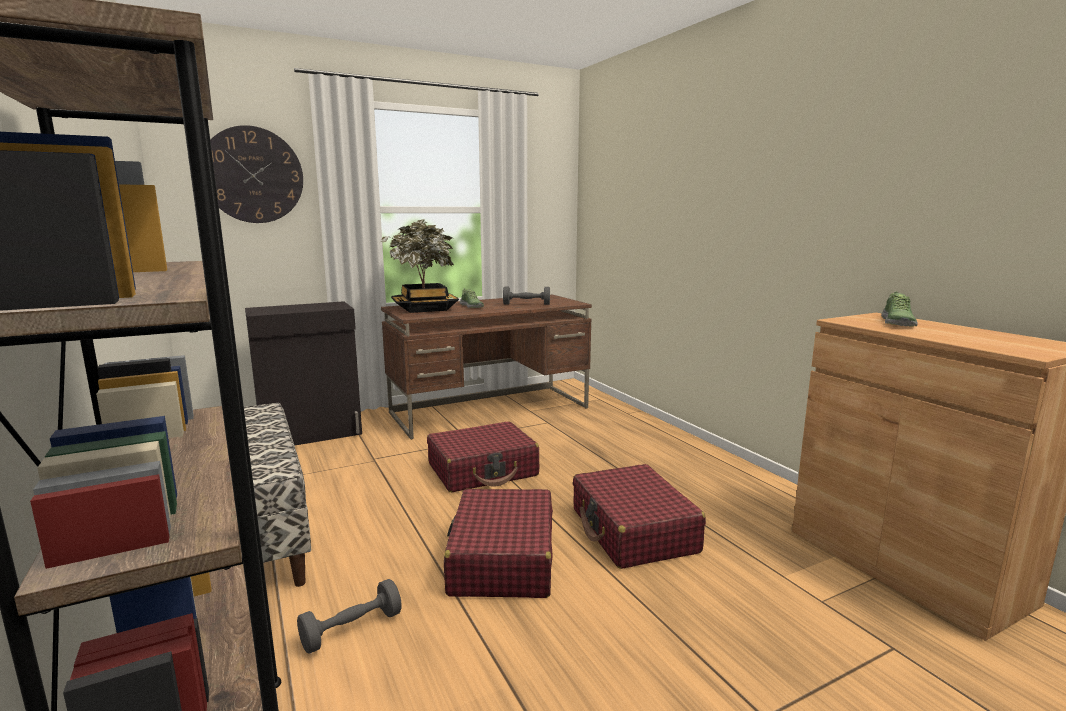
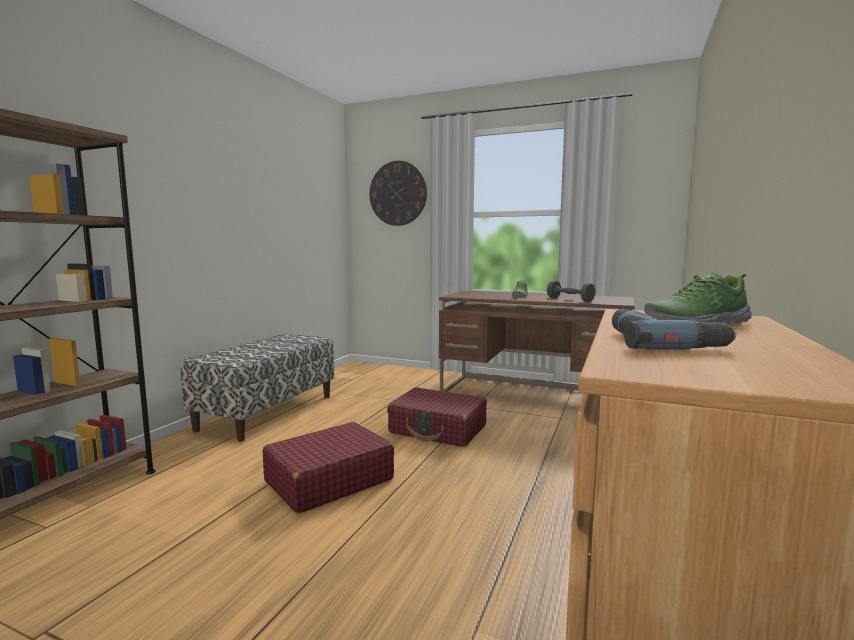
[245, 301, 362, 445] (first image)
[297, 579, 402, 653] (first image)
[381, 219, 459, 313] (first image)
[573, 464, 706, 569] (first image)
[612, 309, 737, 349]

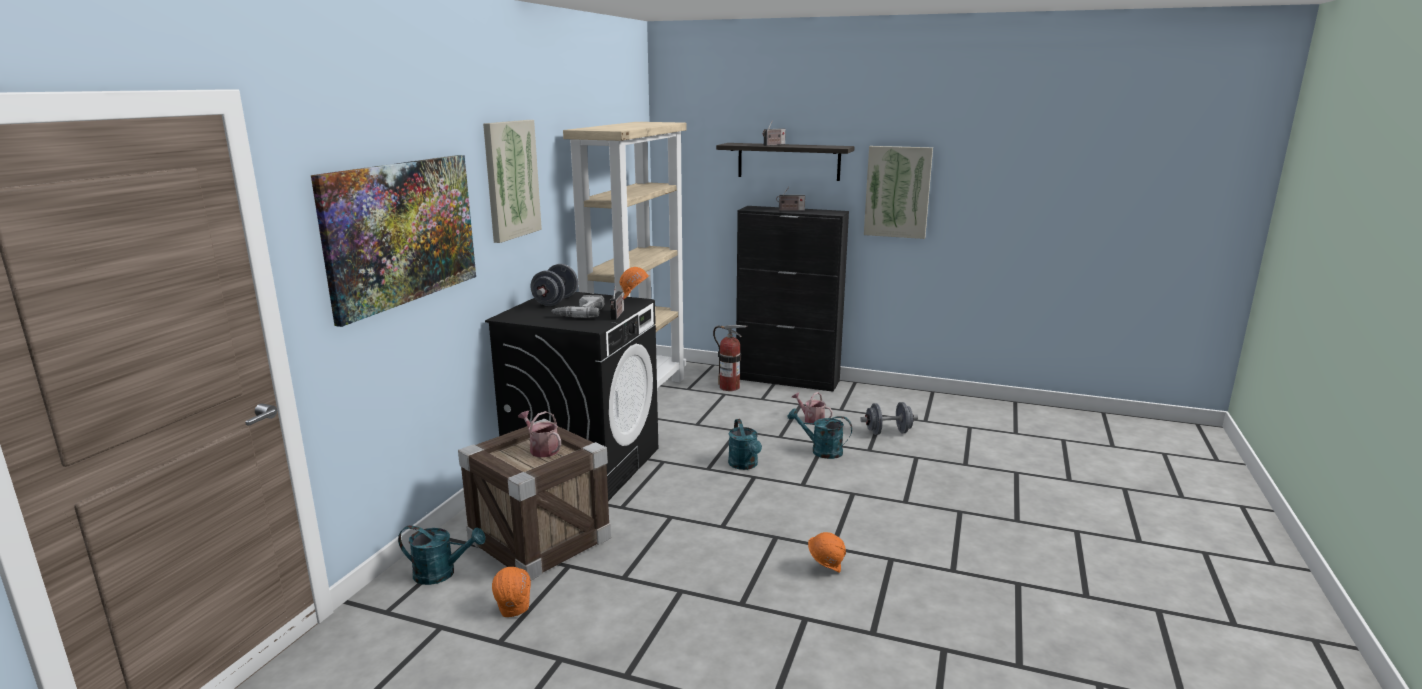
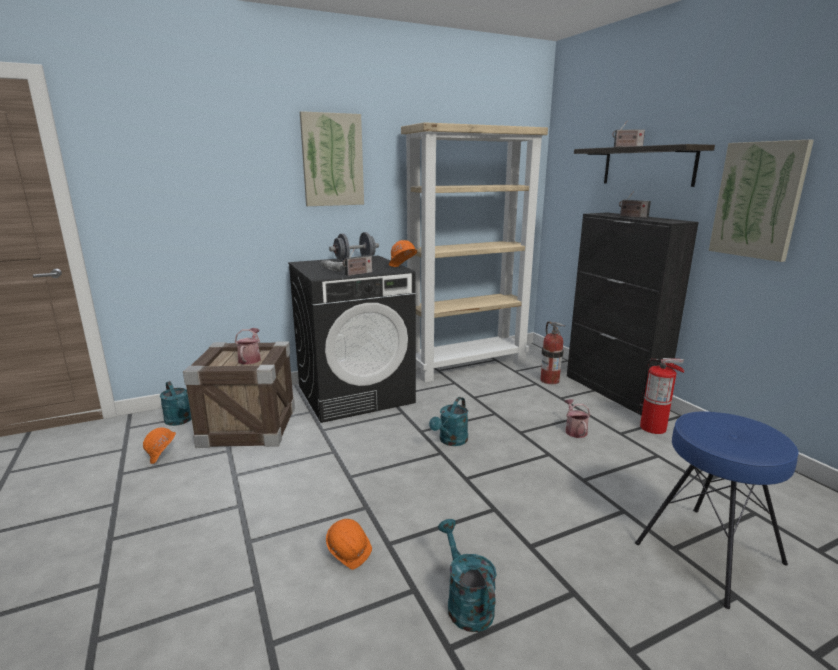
[311, 155, 476, 327] (first image)
[438, 519, 497, 632]
[860, 402, 918, 435] (first image)
[635, 411, 798, 609]
[637, 358, 684, 434]

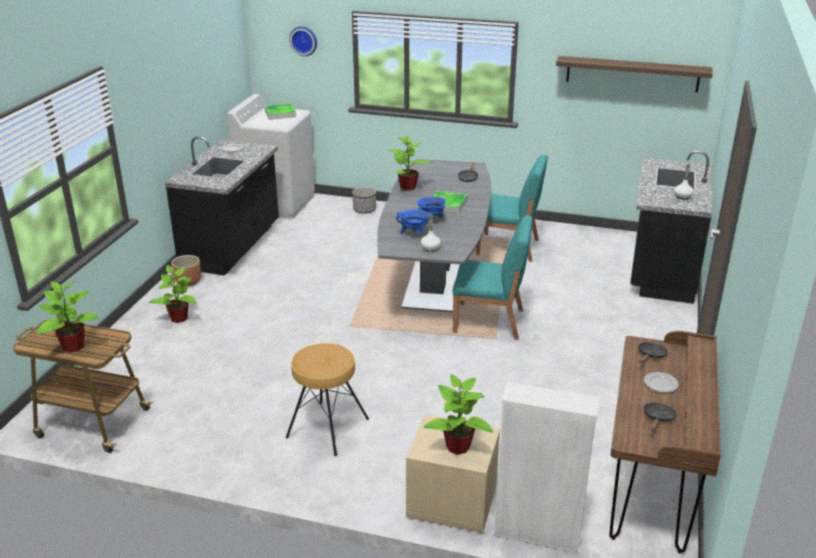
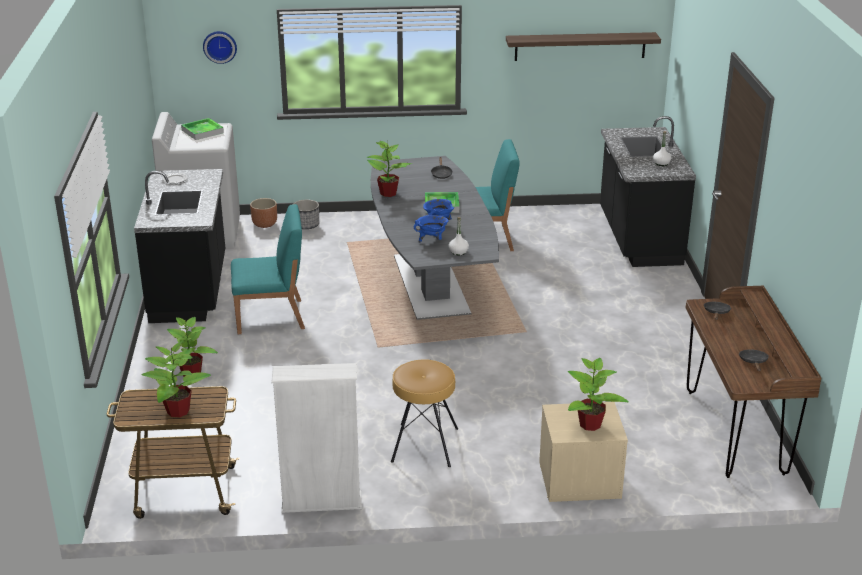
[250, 198, 277, 228]
[231, 204, 305, 334]
[272, 363, 362, 513]
[644, 372, 679, 393] (first image)

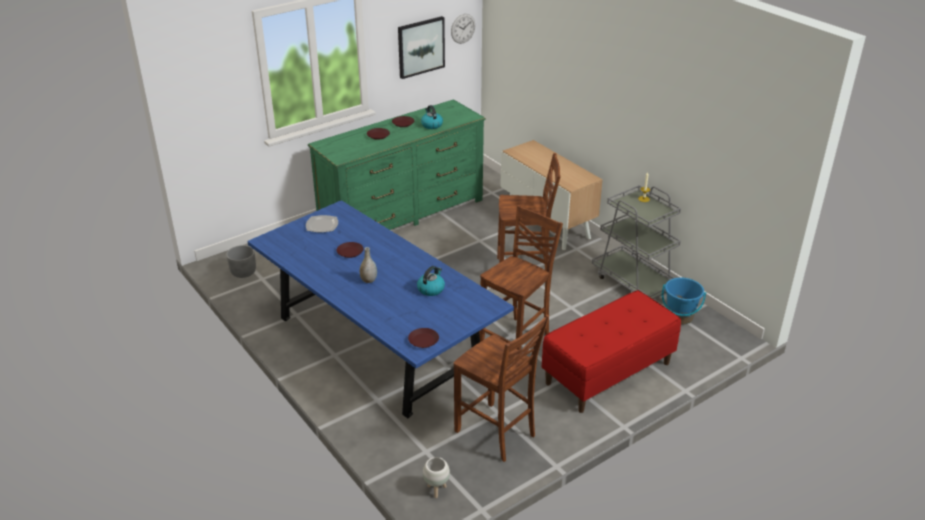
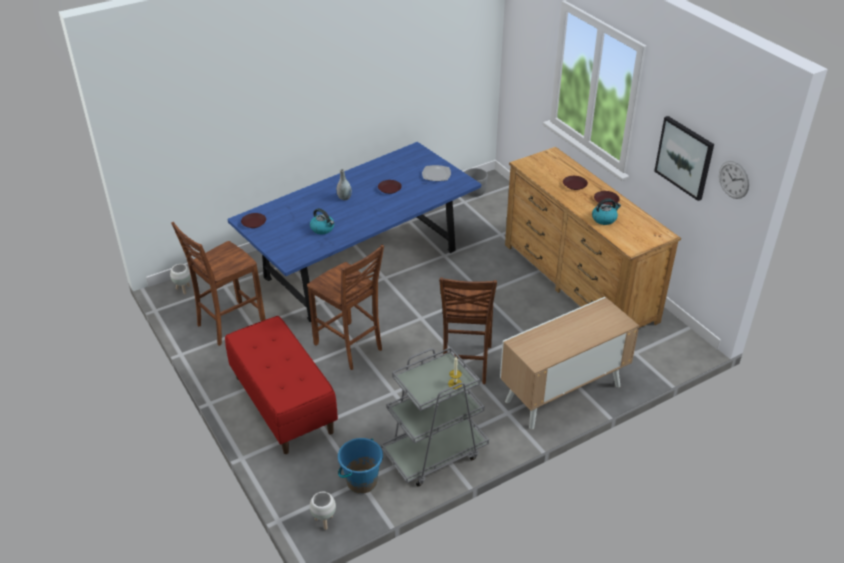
[505, 147, 681, 328]
[310, 492, 336, 530]

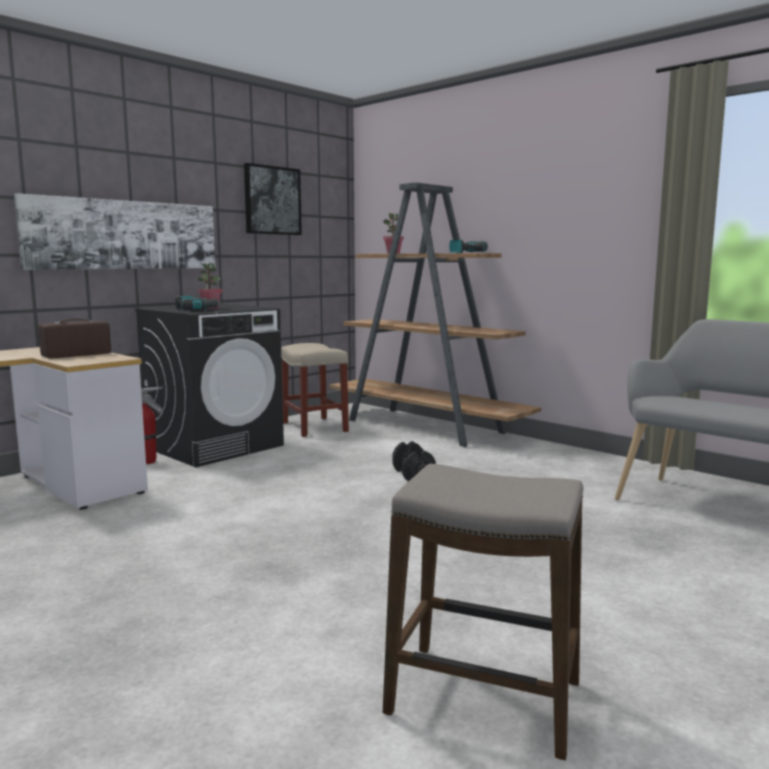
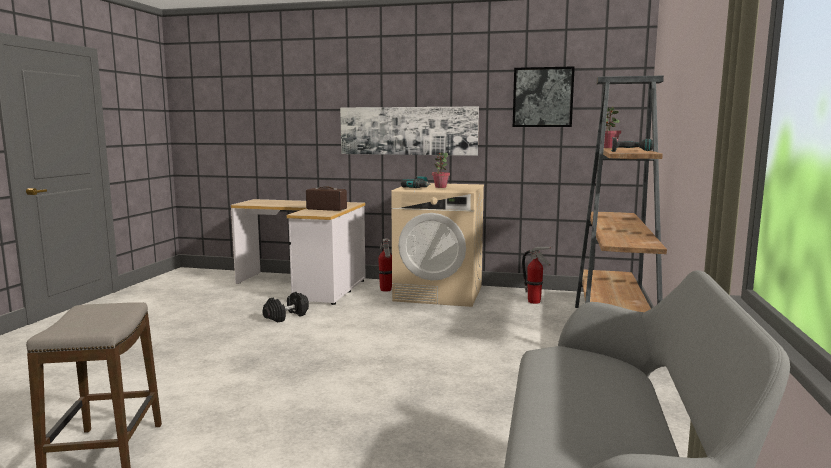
[391, 183, 484, 307]
[522, 247, 552, 304]
[263, 292, 309, 322]

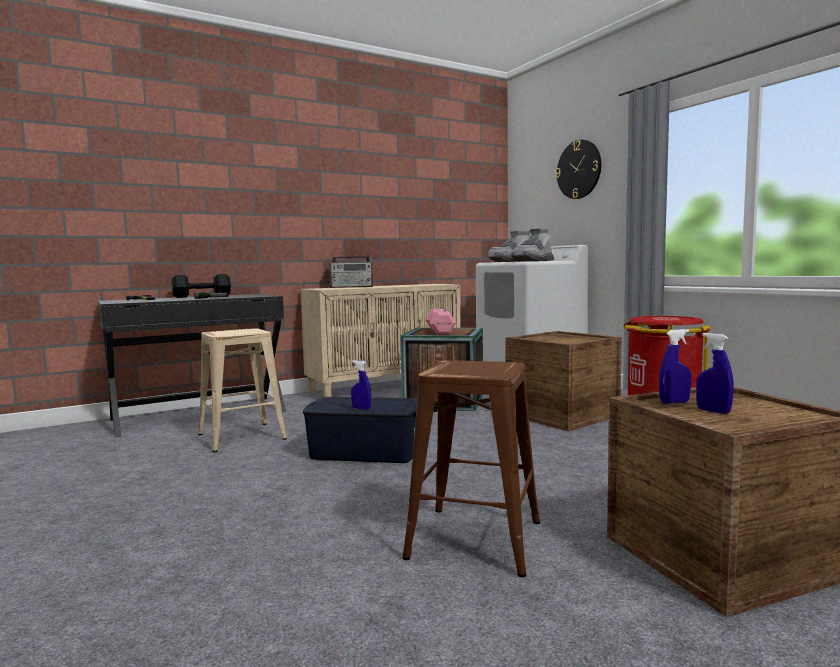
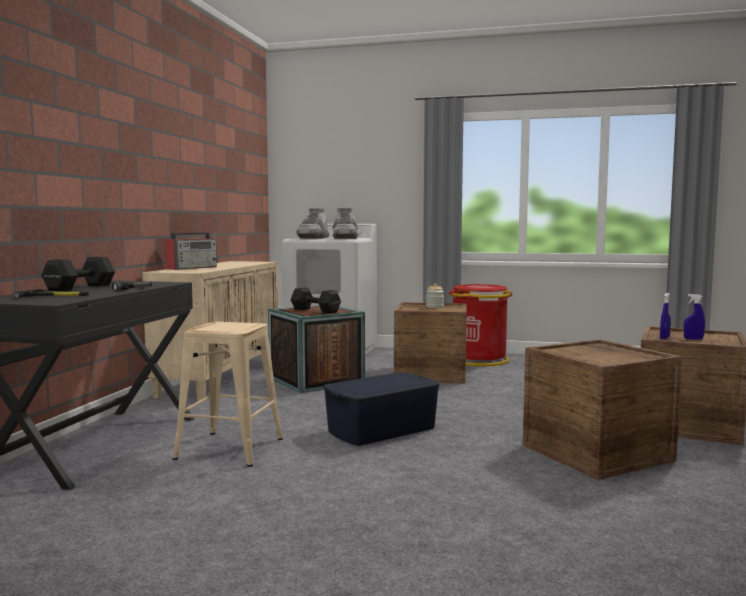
[351, 360, 371, 410] (first image)
[523, 339, 682, 480]
[290, 288, 341, 314]
[556, 140, 601, 199] (first image)
[426, 284, 444, 308]

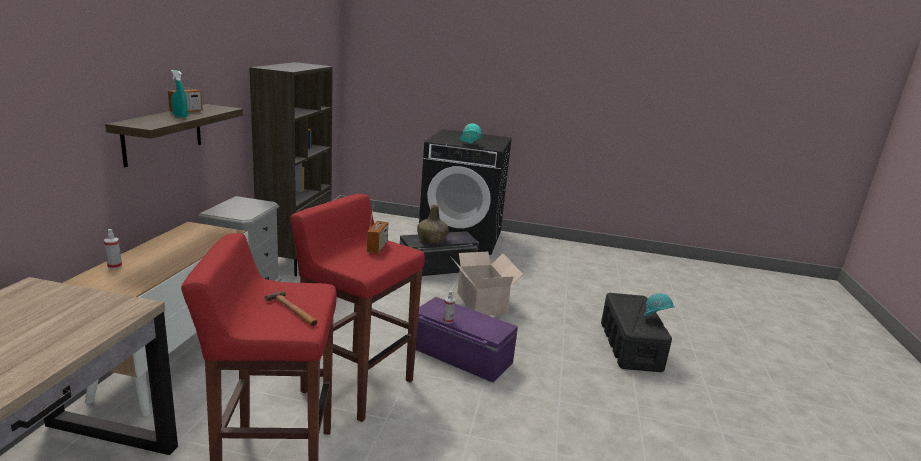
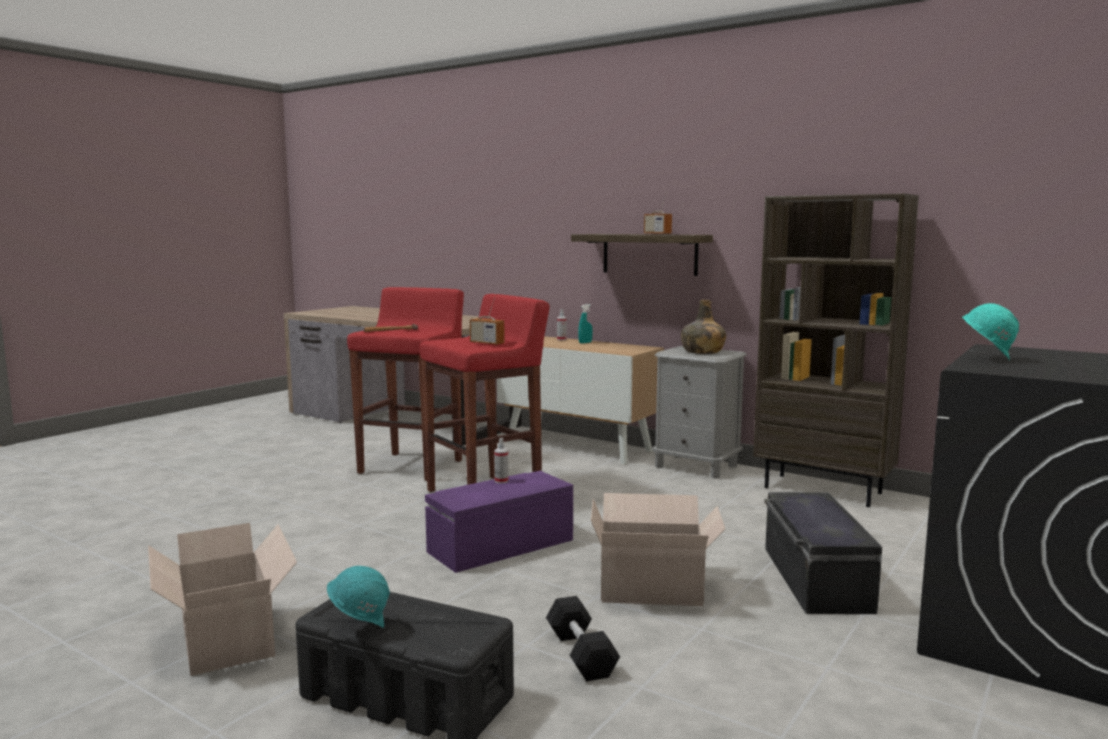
[578, 304, 592, 343]
[681, 300, 726, 354]
[148, 523, 297, 676]
[546, 596, 620, 682]

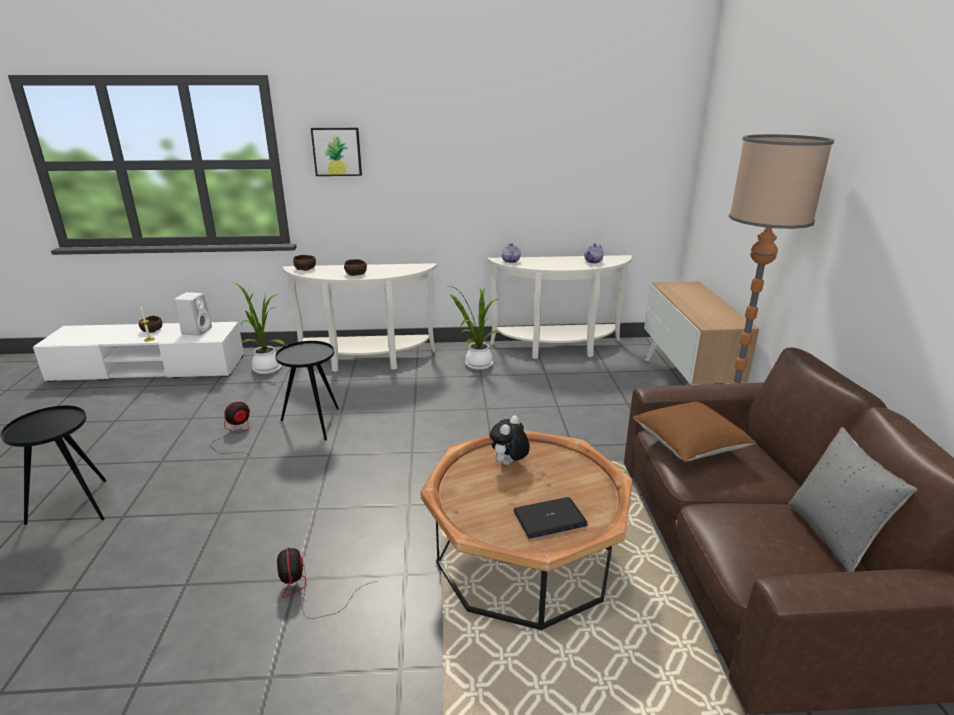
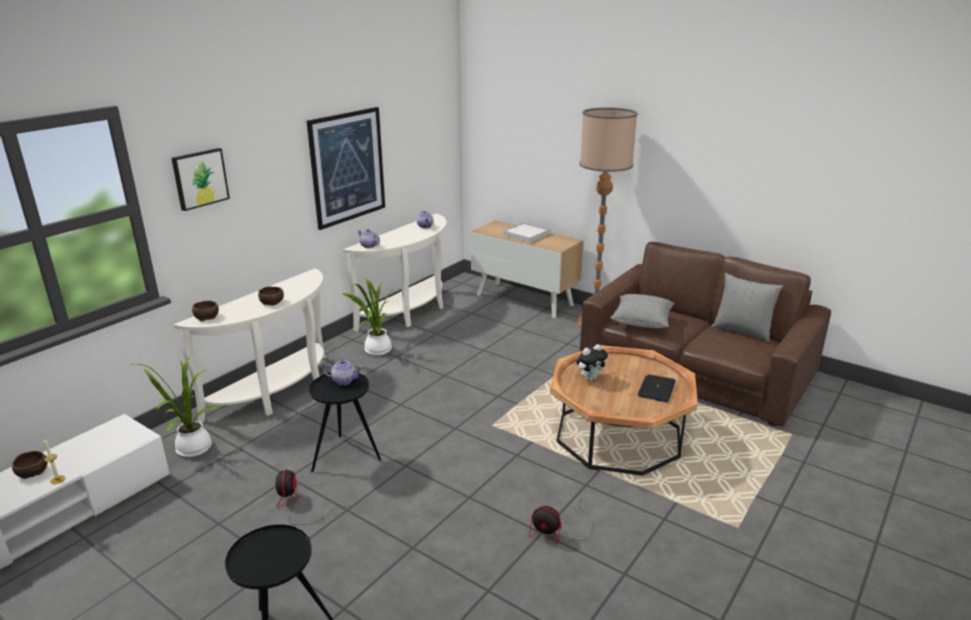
[174, 292, 212, 336] (first image)
[576, 344, 608, 381]
[610, 294, 674, 328]
[307, 107, 385, 230]
[323, 360, 362, 385]
[502, 222, 550, 243]

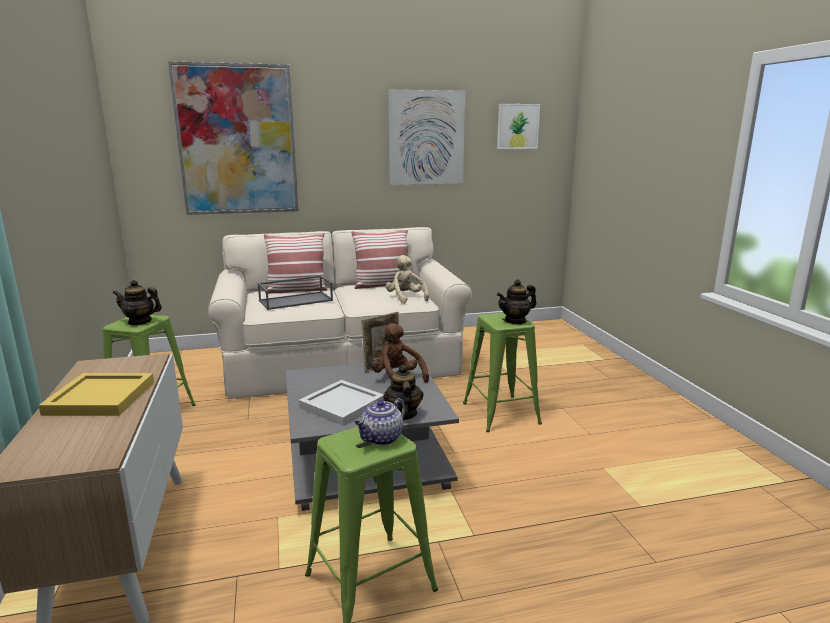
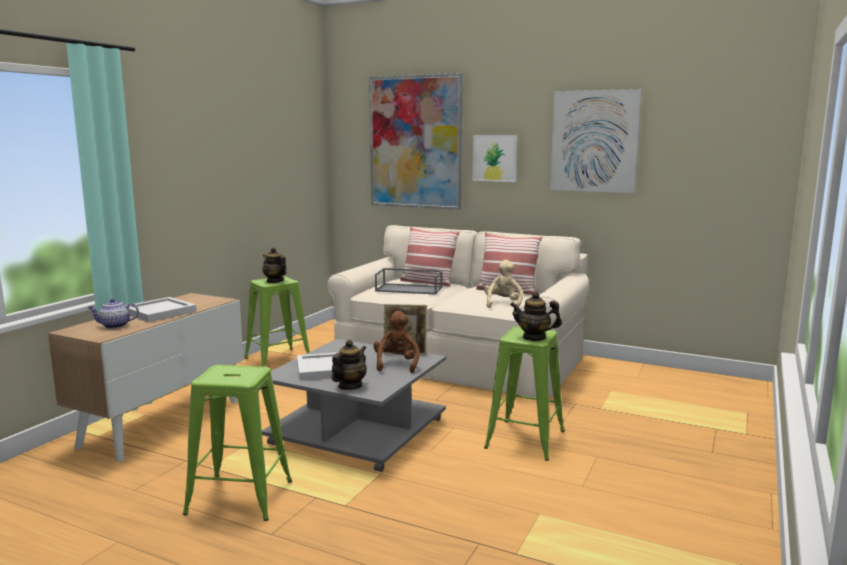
[126, 297, 196, 322]
[88, 299, 139, 329]
[473, 135, 517, 182]

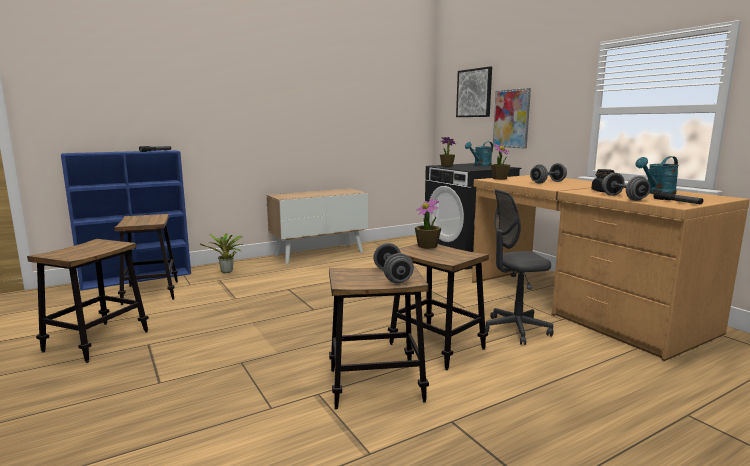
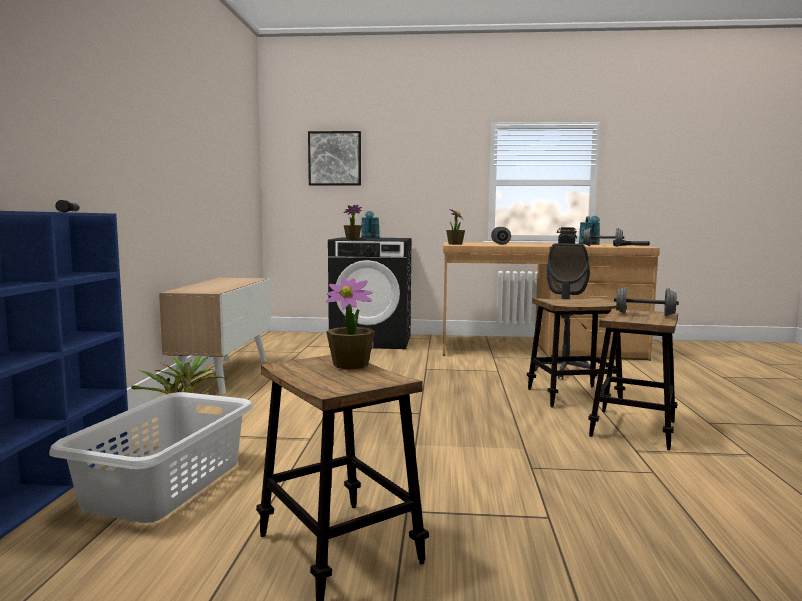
[49, 392, 253, 523]
[326, 278, 375, 370]
[493, 88, 531, 148] (first image)

